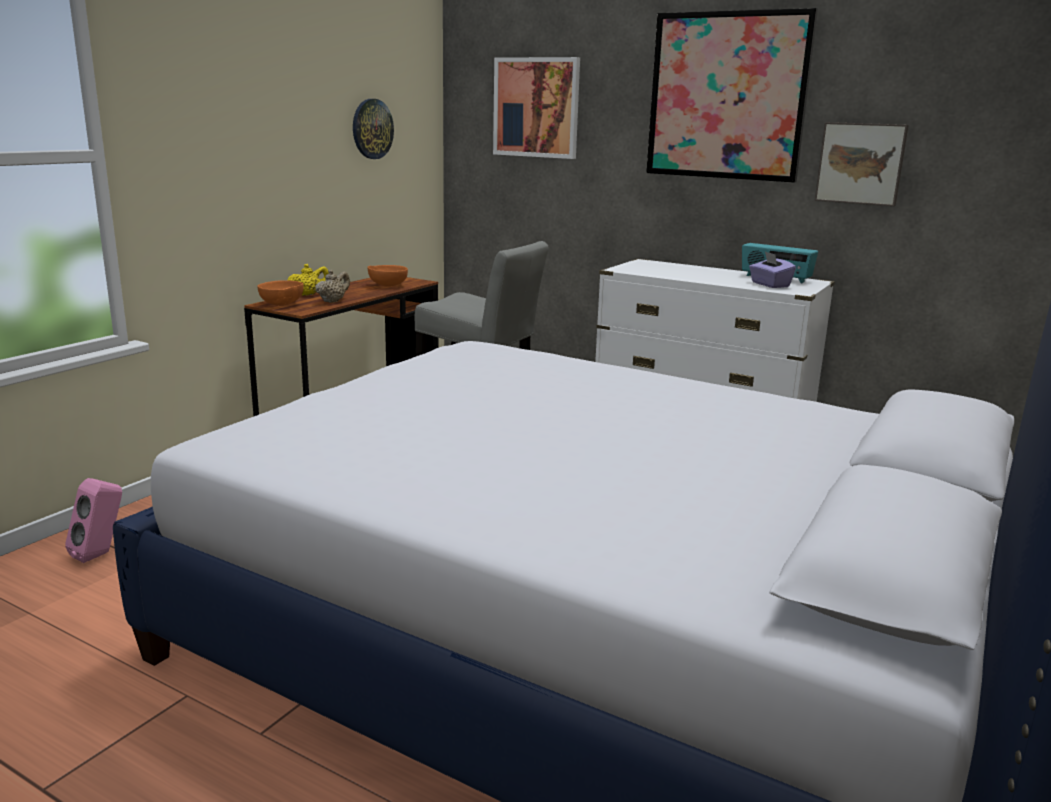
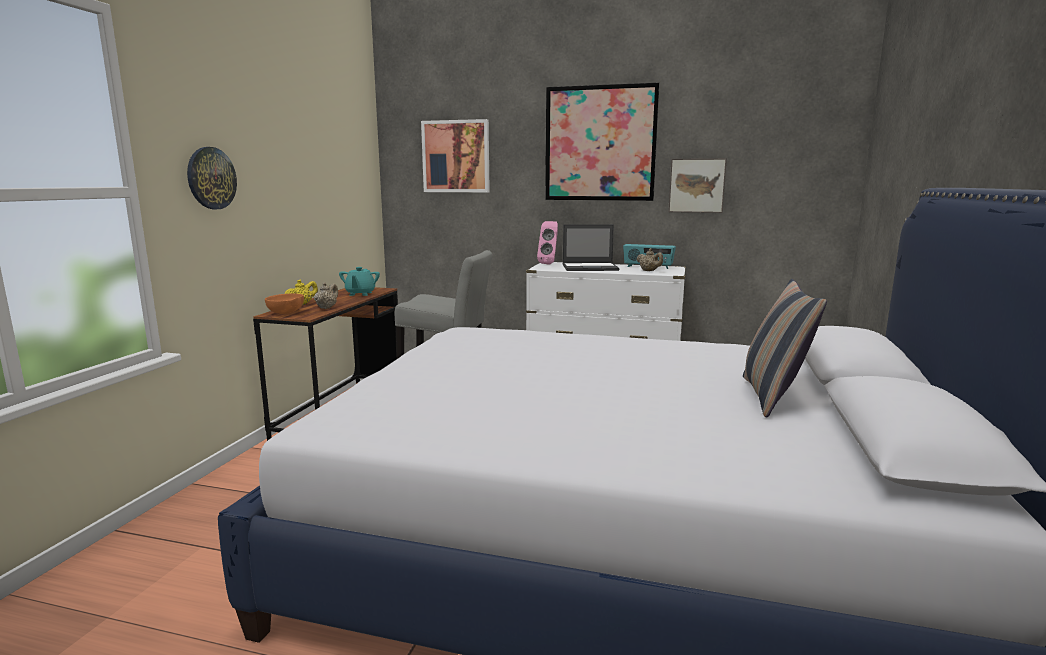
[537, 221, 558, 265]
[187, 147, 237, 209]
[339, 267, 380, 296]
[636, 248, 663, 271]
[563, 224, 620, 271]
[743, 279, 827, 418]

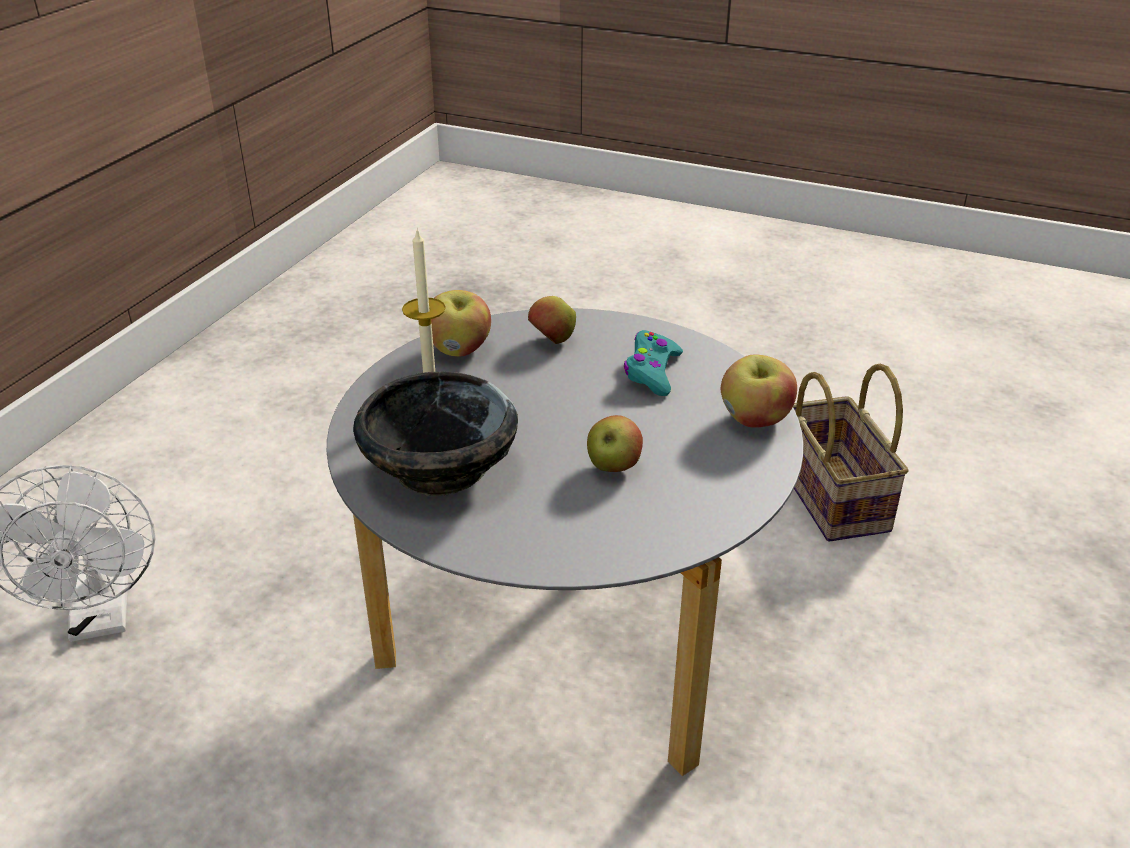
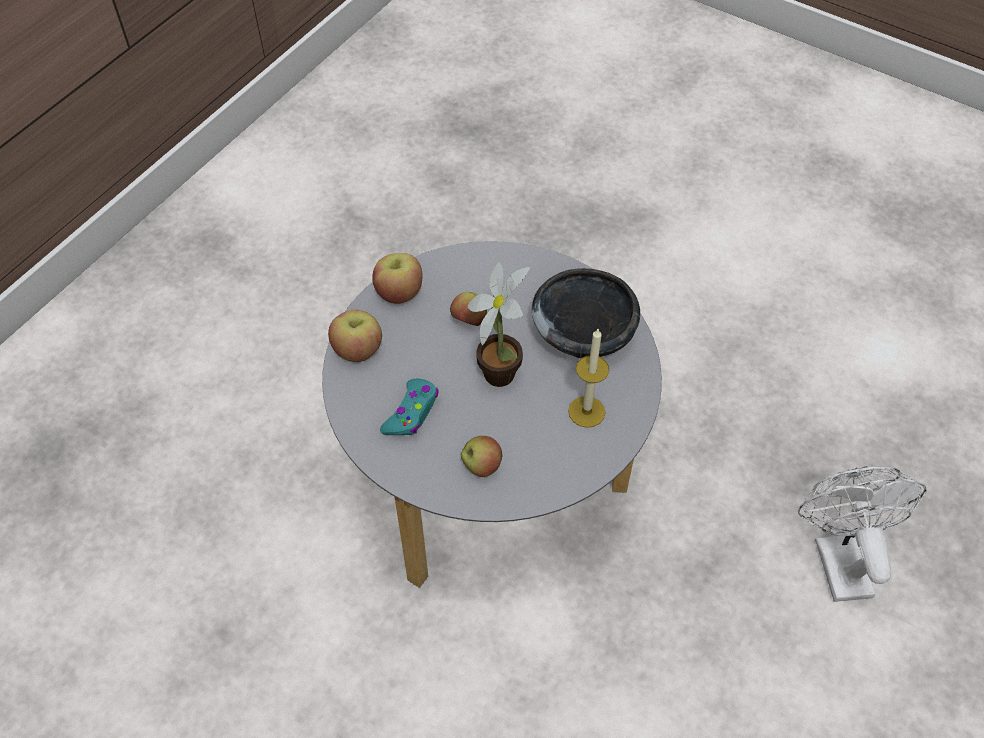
[372, 253, 423, 304]
[793, 364, 908, 542] (first image)
[468, 262, 530, 387]

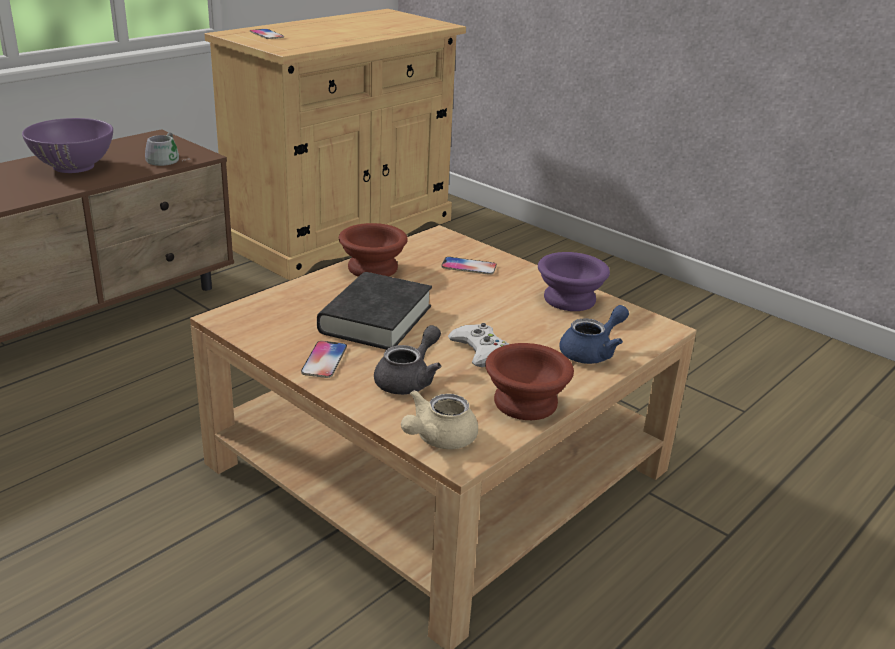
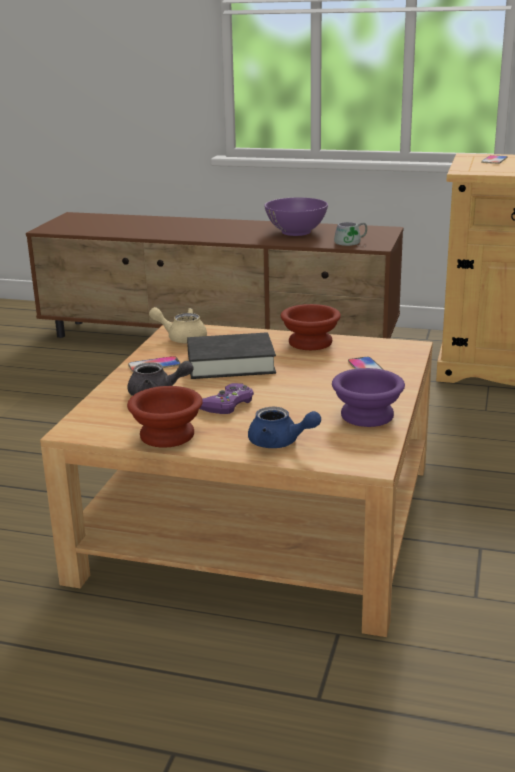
[149, 307, 207, 343]
[200, 383, 254, 414]

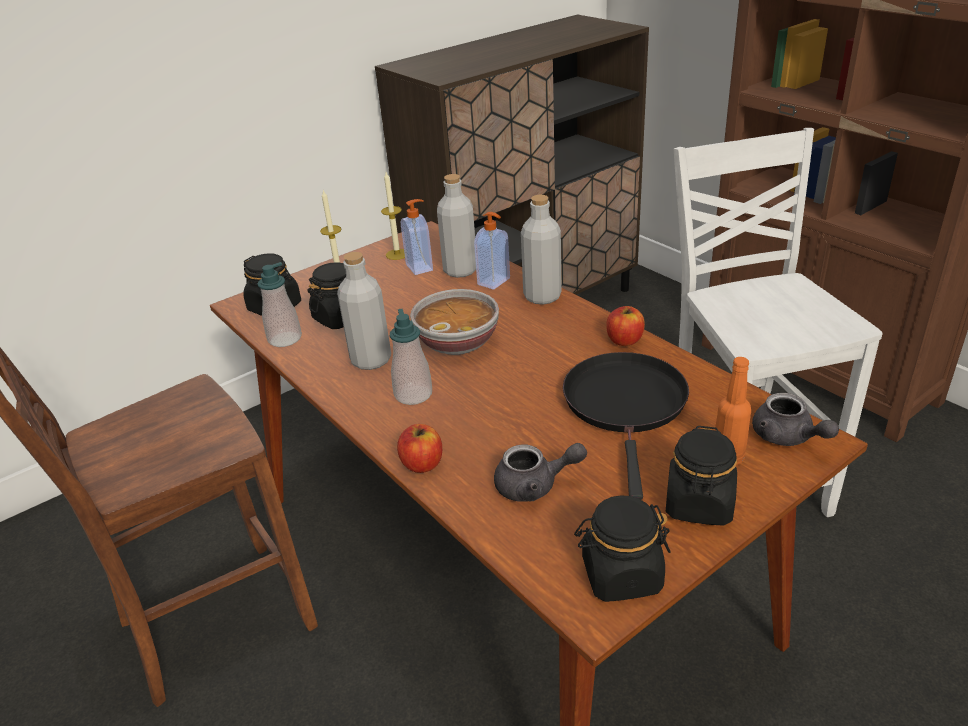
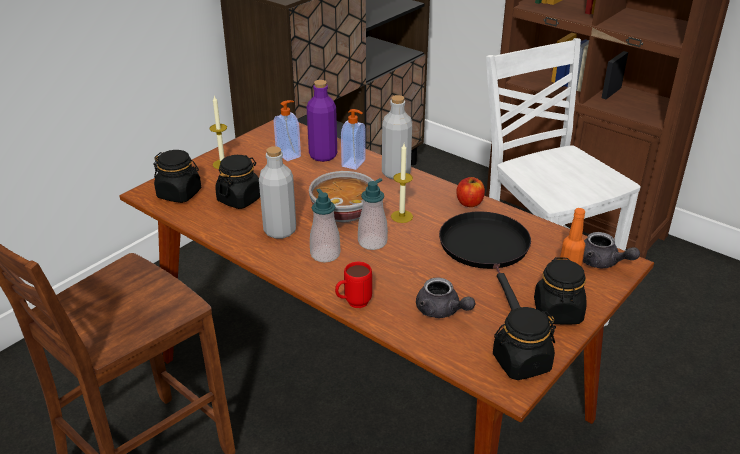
[358, 178, 388, 250]
[391, 144, 413, 223]
[335, 262, 372, 308]
[307, 80, 337, 162]
[416, 278, 476, 318]

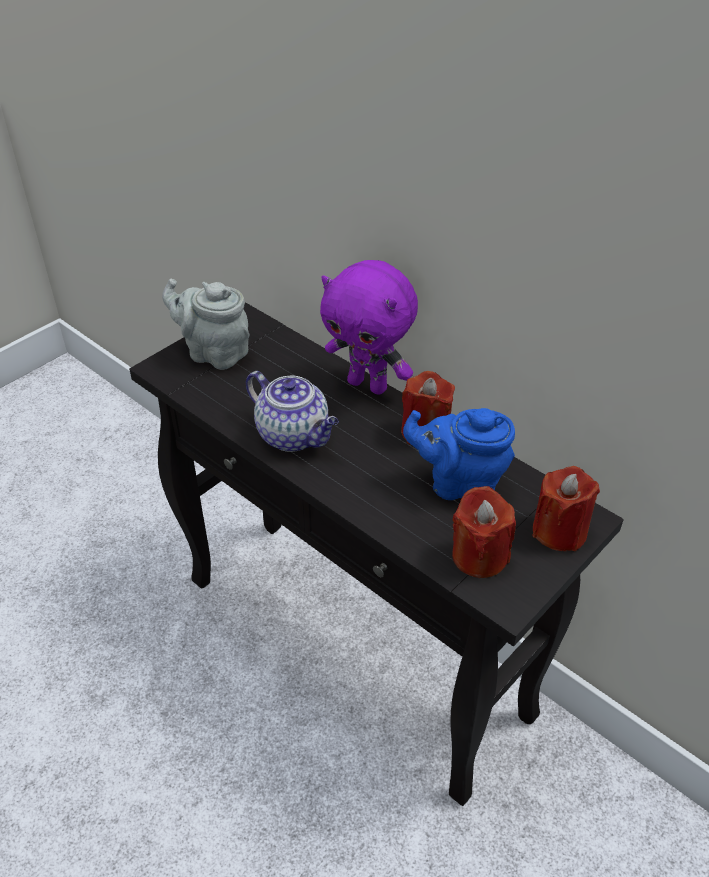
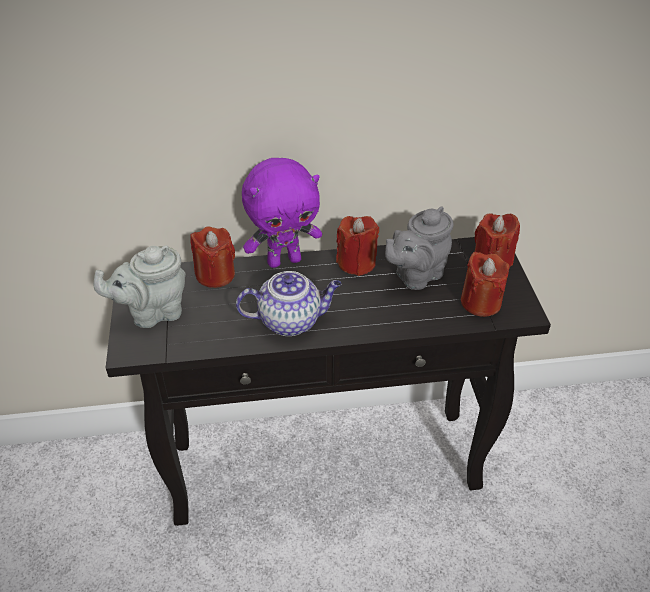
[385, 206, 454, 290]
[190, 227, 235, 288]

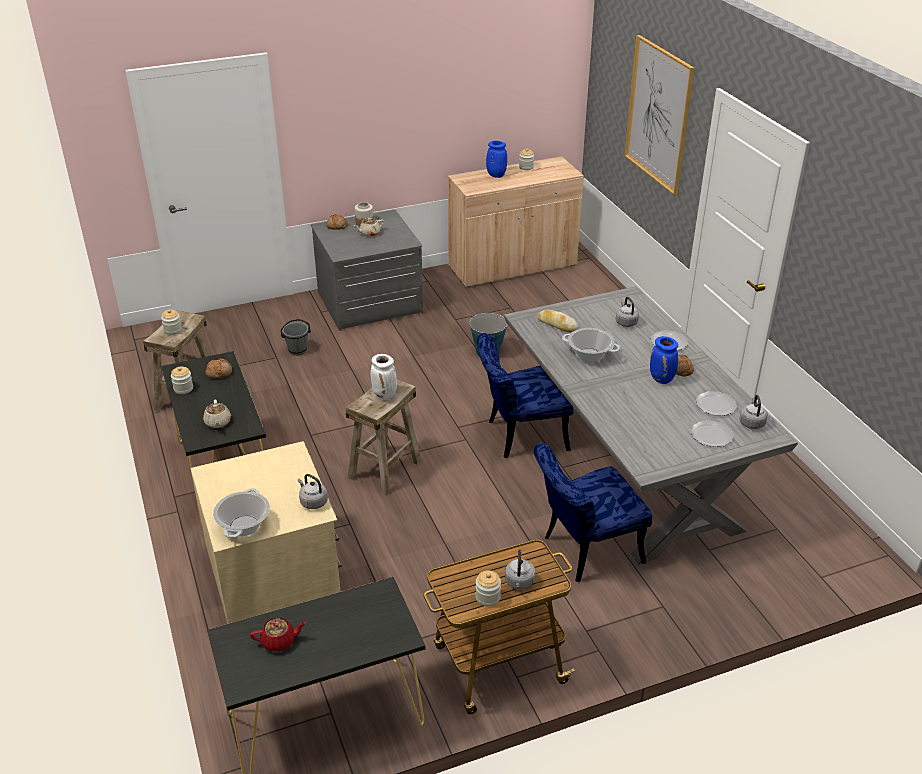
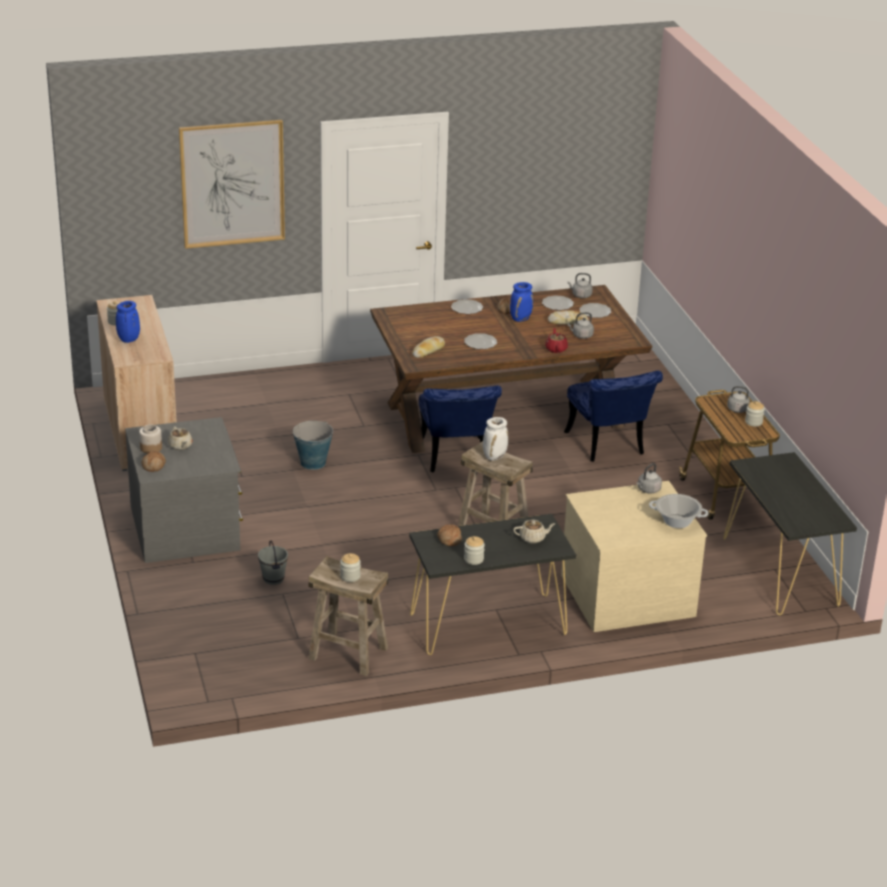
[545, 328, 568, 353]
[370, 285, 652, 453]
[464, 333, 497, 349]
[567, 312, 594, 339]
[548, 310, 588, 325]

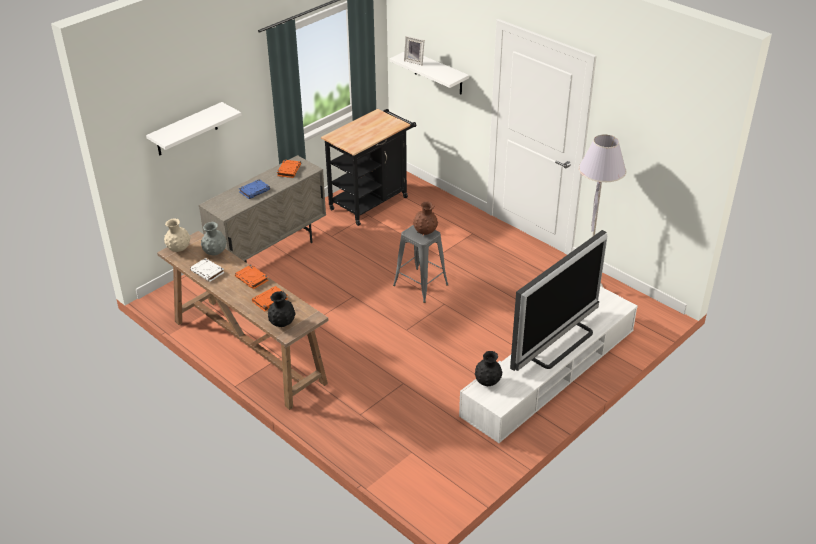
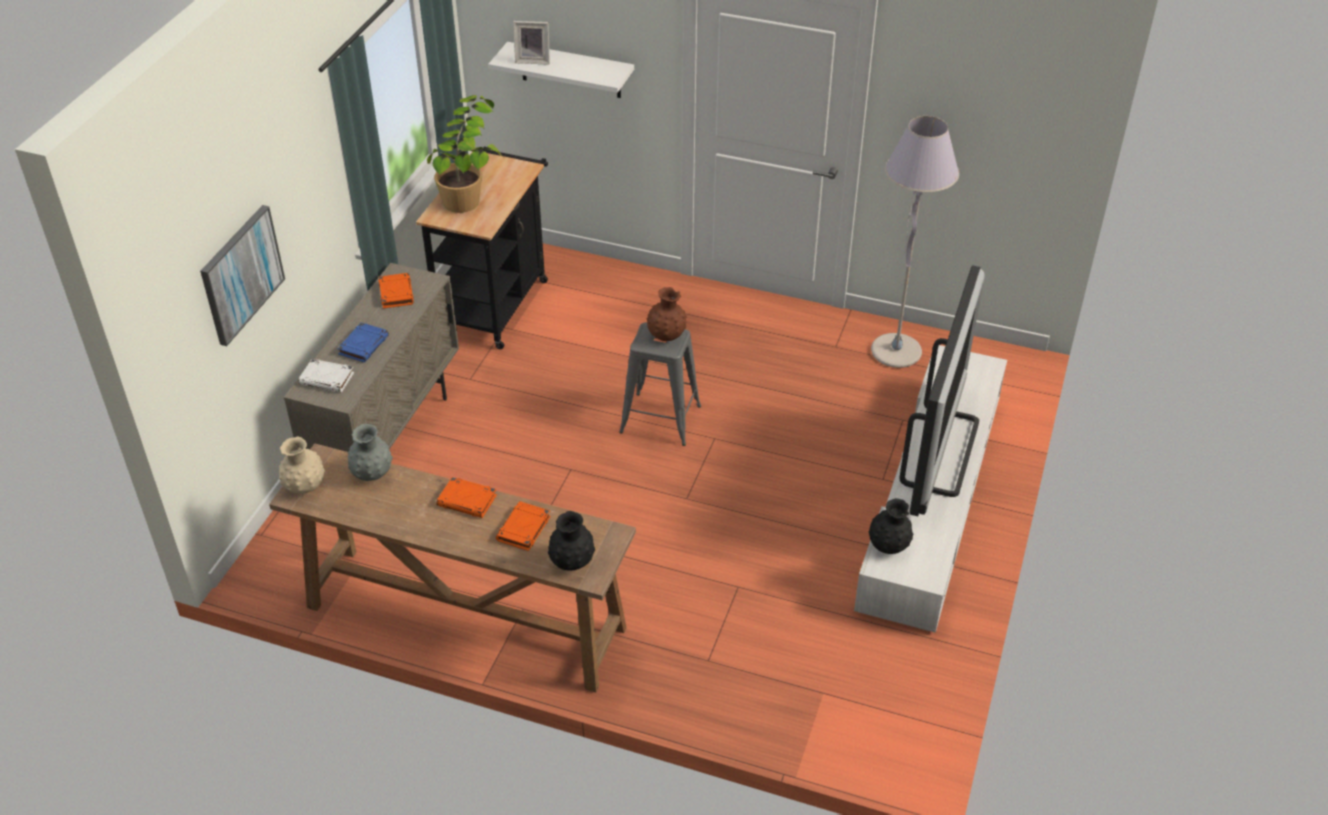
[200, 205, 285, 346]
[298, 359, 354, 393]
[427, 95, 503, 213]

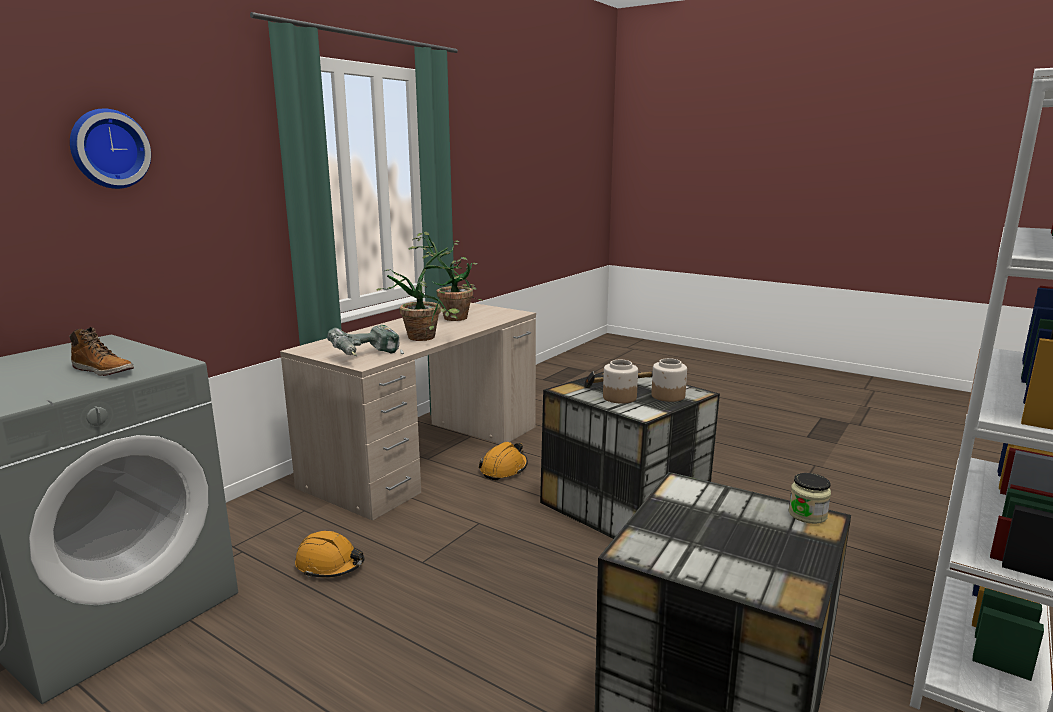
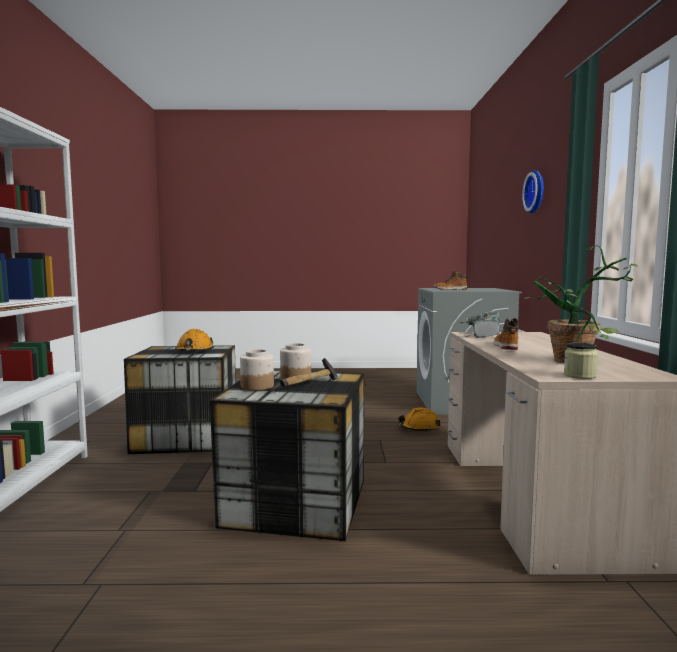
[494, 318, 519, 350]
[175, 329, 214, 351]
[564, 343, 598, 379]

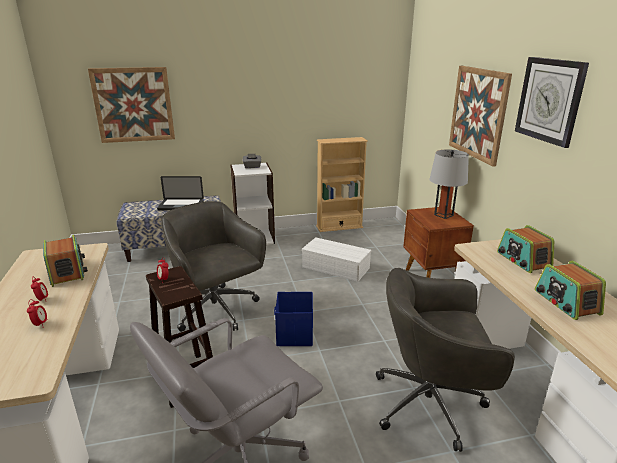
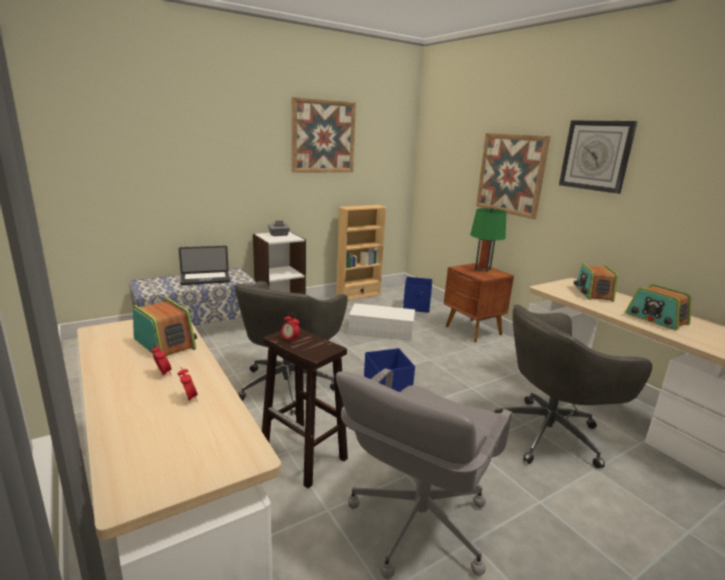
[292, 97, 356, 173]
[234, 281, 347, 415]
[470, 207, 507, 272]
[574, 263, 618, 302]
[403, 277, 432, 313]

